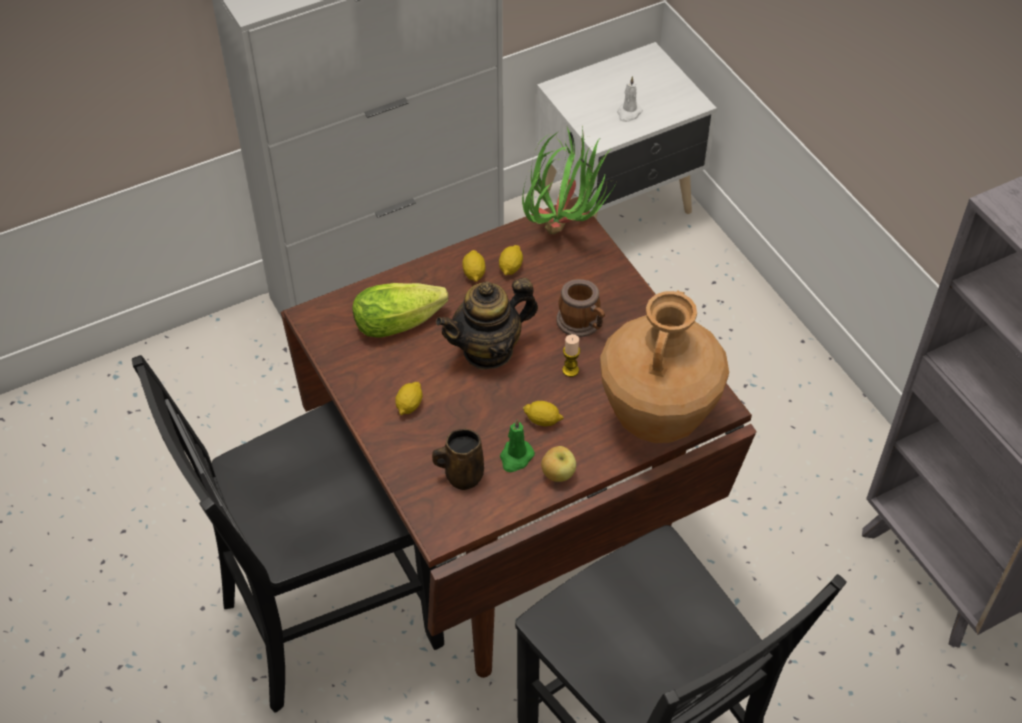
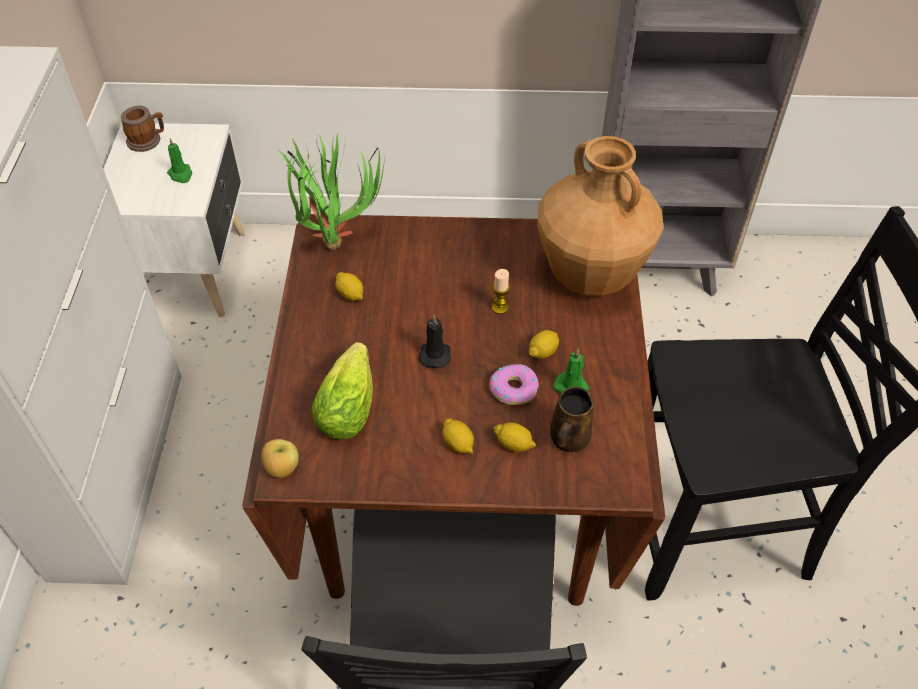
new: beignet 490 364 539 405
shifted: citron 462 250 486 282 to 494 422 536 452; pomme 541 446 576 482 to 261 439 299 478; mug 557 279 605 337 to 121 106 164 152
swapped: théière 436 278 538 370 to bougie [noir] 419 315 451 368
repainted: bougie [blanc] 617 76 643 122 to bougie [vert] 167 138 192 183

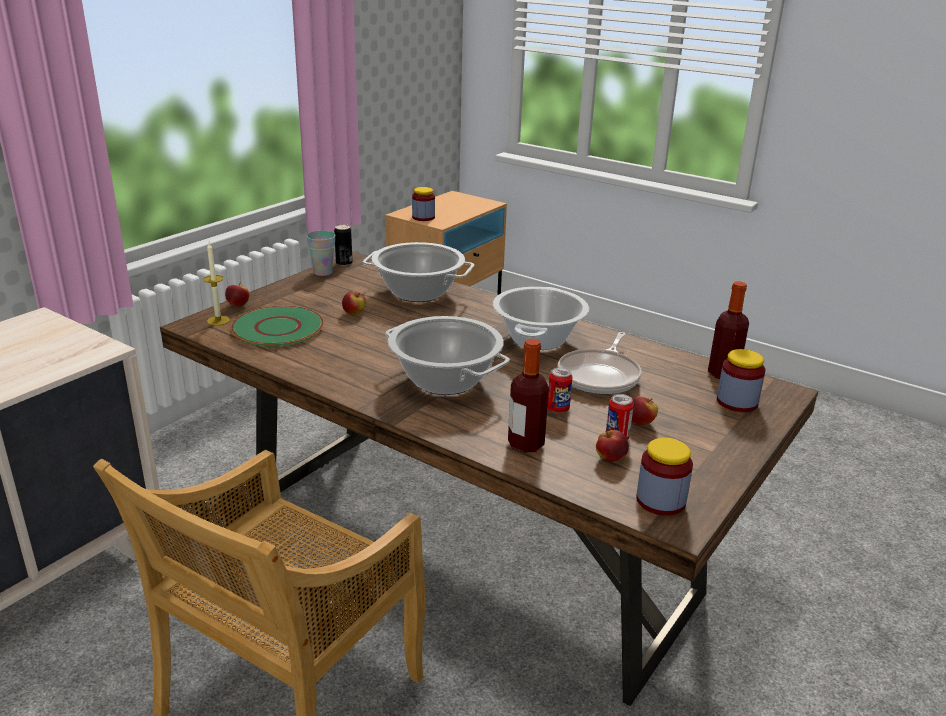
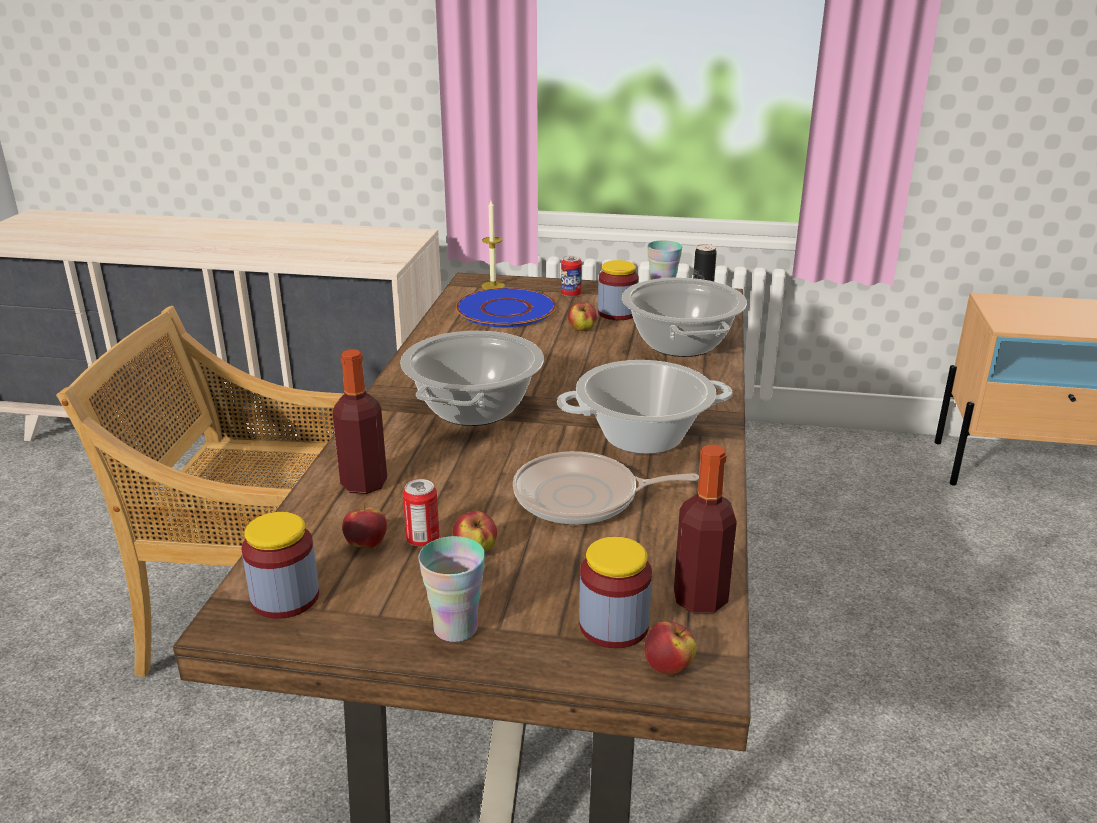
new: tasse 418 536 485 642
shifted: pomme 225 282 249 307 to 644 621 697 675; bocal 412 187 435 221 to 598 260 639 320; boîte métallique 547 367 572 413 to 561 255 582 298
repainted: assiette [vert] 231 306 324 347 to assiette [bleu] 456 288 557 327

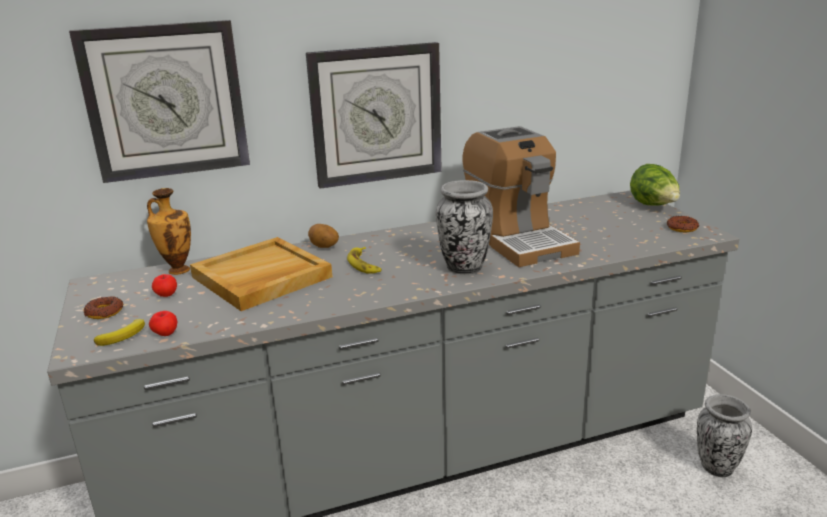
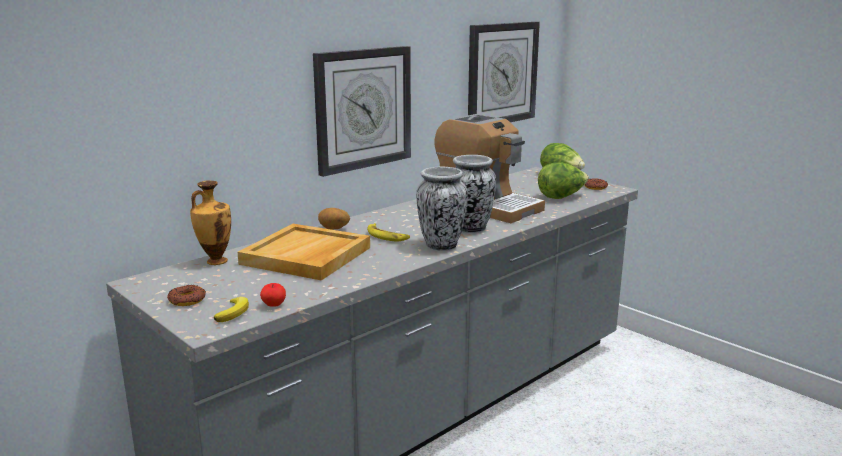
gone: pomme 152 274 177 297
new: laitue 538 162 589 199
shifted: horloge murale 69 20 250 183 to 468 22 540 122; vase 697 394 752 477 to 416 167 467 251

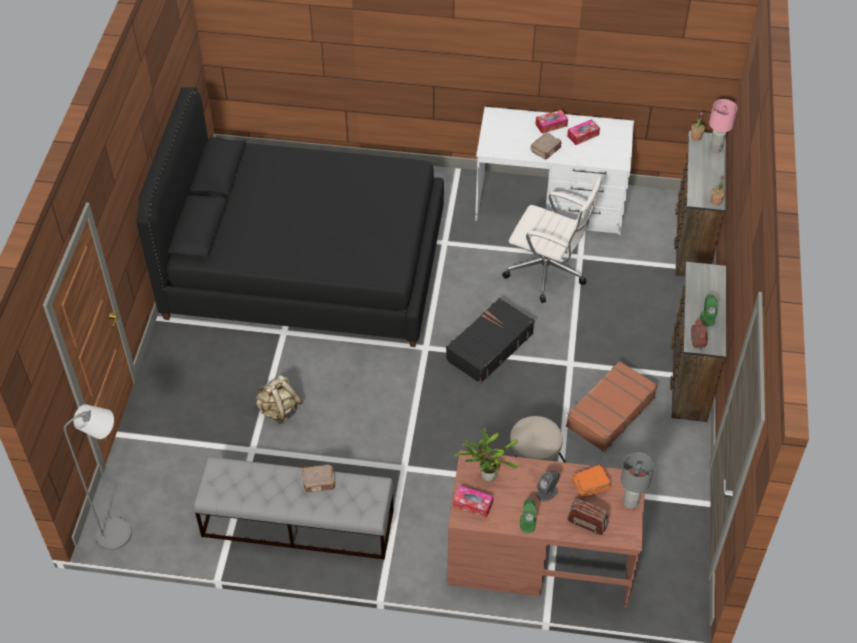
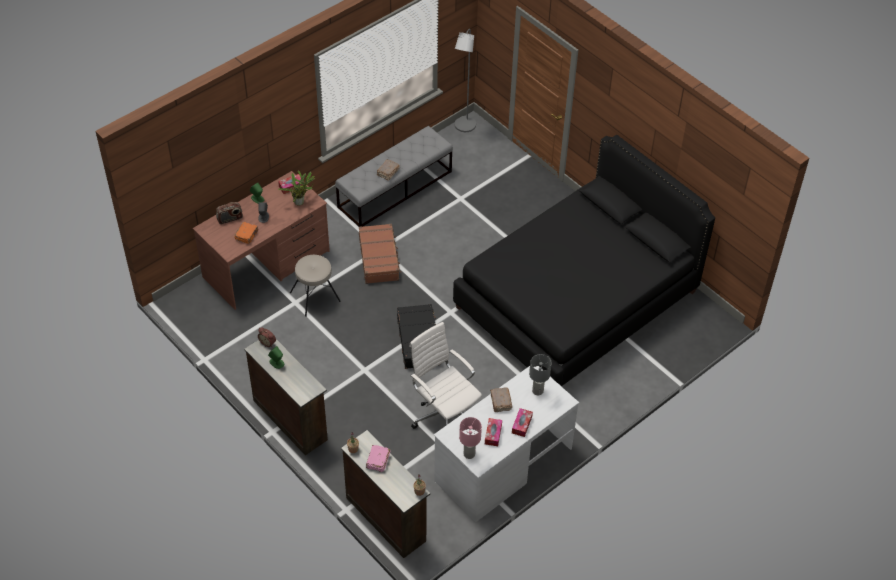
gone: sac à dos [beige] 255 375 302 424
new: livre [rose] 366 445 390 472
shifted: valise [marron] 566 361 658 452 to 359 224 401 284; lampe de table [gris] 621 452 654 509 to 529 354 552 395; lampe de table [rose] 709 99 737 153 to 459 417 482 459
rotated: chaise de bureau [blanc] 502 177 601 303 = 409 322 482 429 75 degrees clockwise

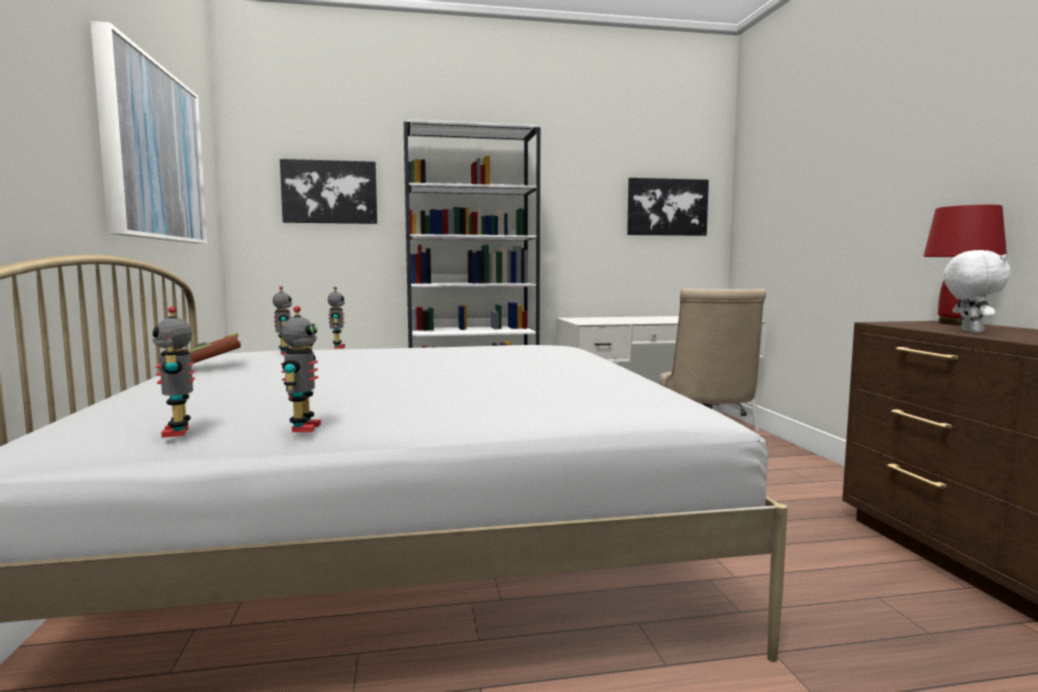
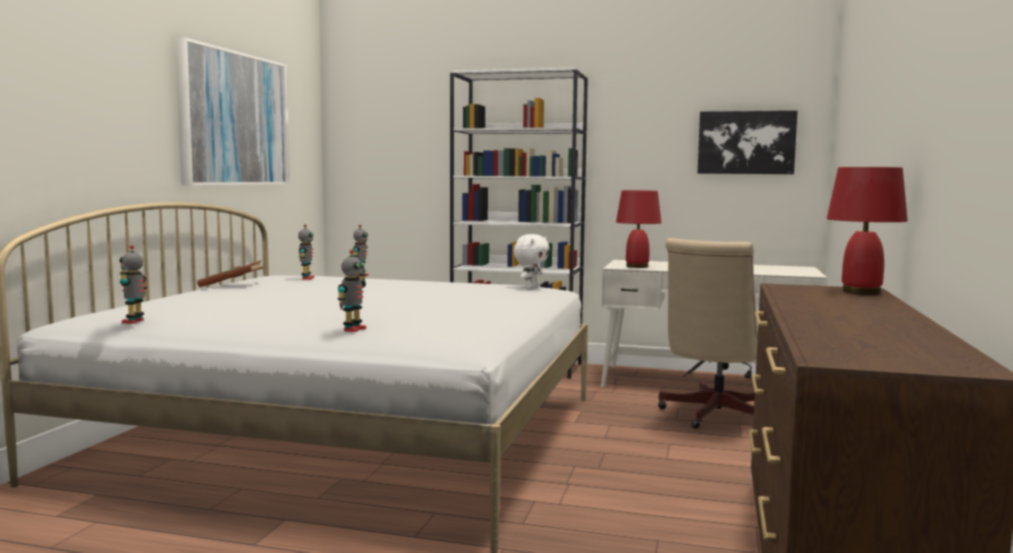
gone: tableau 280 159 377 224
new: lampe de table [rouge] 616 190 661 268
shifted: robot jouet 281 306 321 432 to 338 249 366 332; peluche [blanc] 943 250 1010 333 to 514 234 549 289

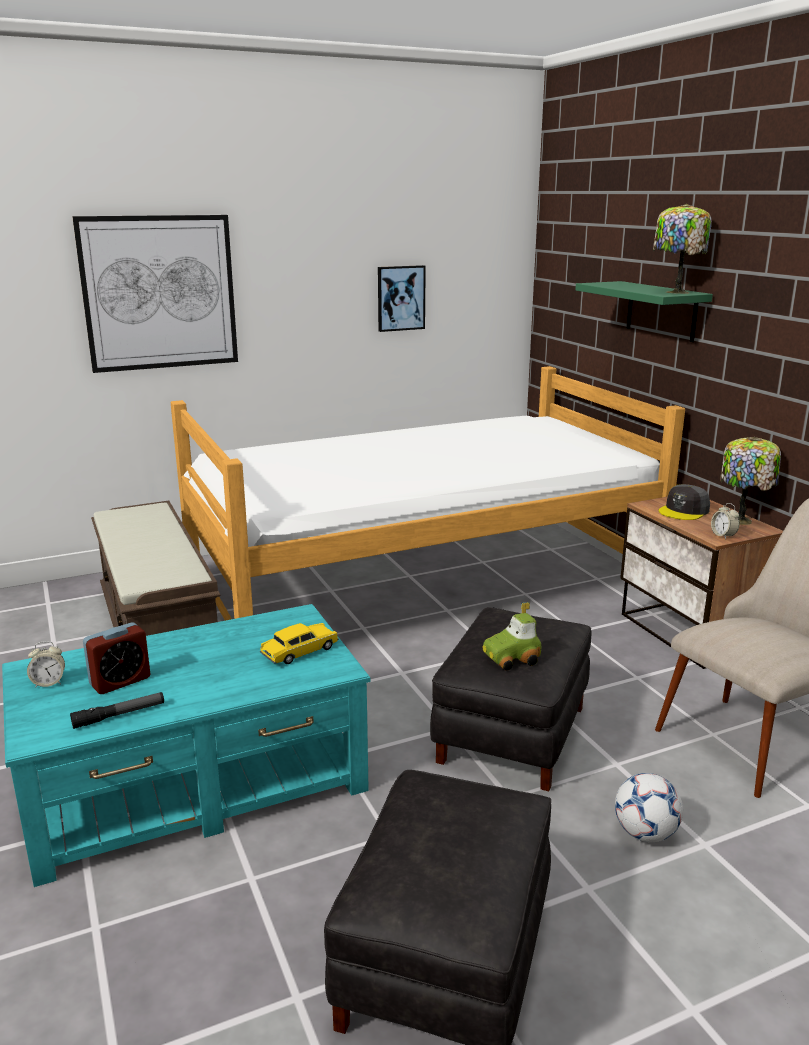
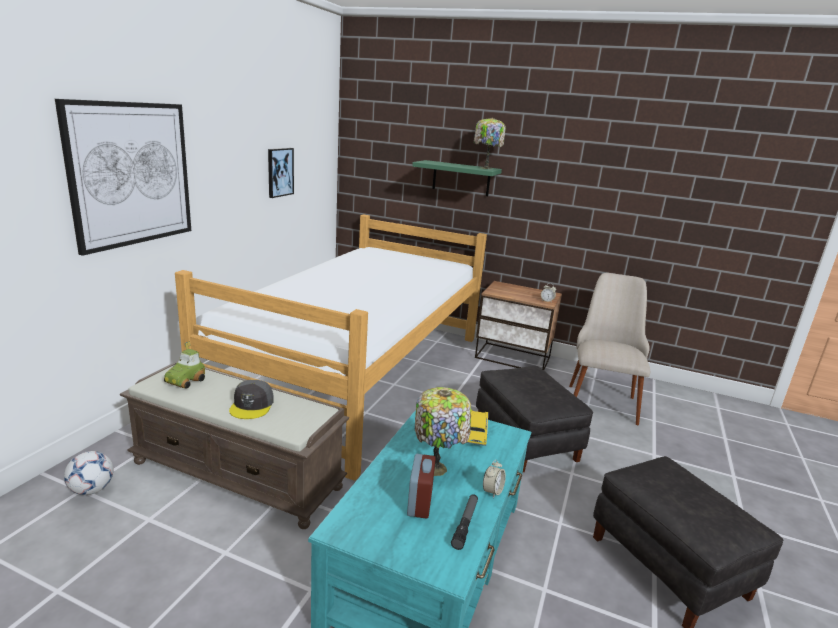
shifted: réveil 27 641 65 688 to 483 460 506 498; petite voiture 483 602 541 671 to 164 342 205 389; ballon de foot 615 773 683 842 to 64 451 113 495; casquette [gris] 659 484 710 520 to 229 380 274 419; lampe de table 720 437 781 525 to 415 387 471 476

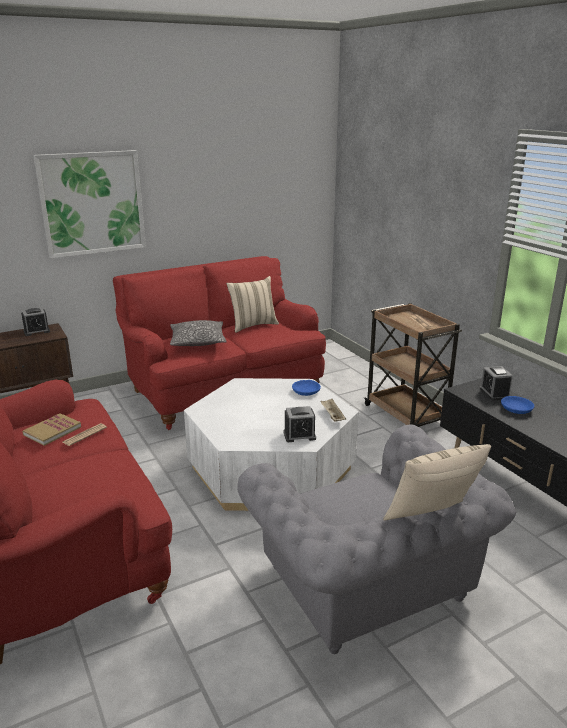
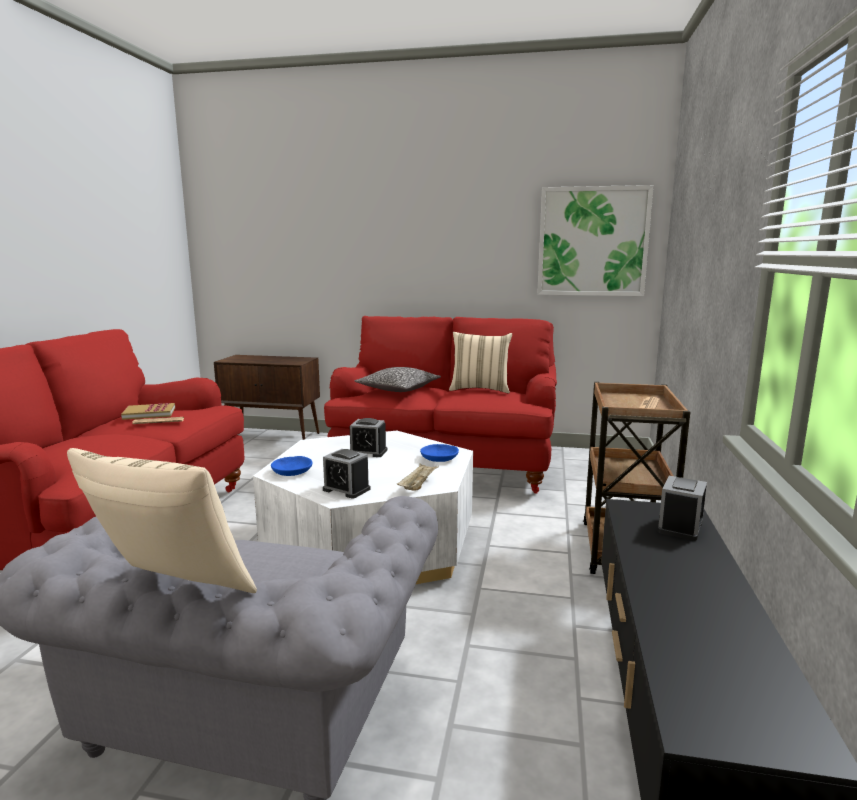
shifted: réveil 21 308 50 336 to 350 418 387 457; tableau 33 150 146 259 to 537 185 654 296; bol [bleu] 501 396 534 414 to 271 456 313 476

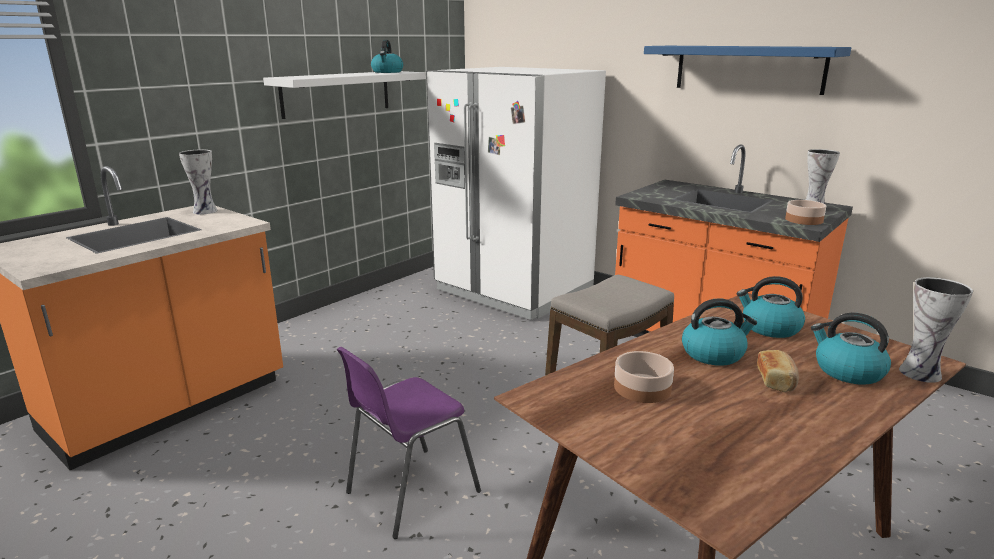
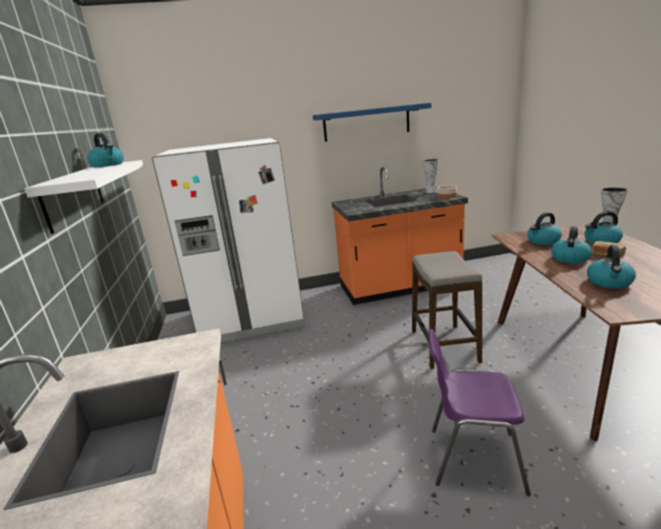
gone: vase 179 150 218 215
swapped: bol 614 351 674 403 to bouilloire 587 245 636 289
rotated: chaise [violet] 337 347 481 539 = 429 329 531 496 105 degrees clockwise

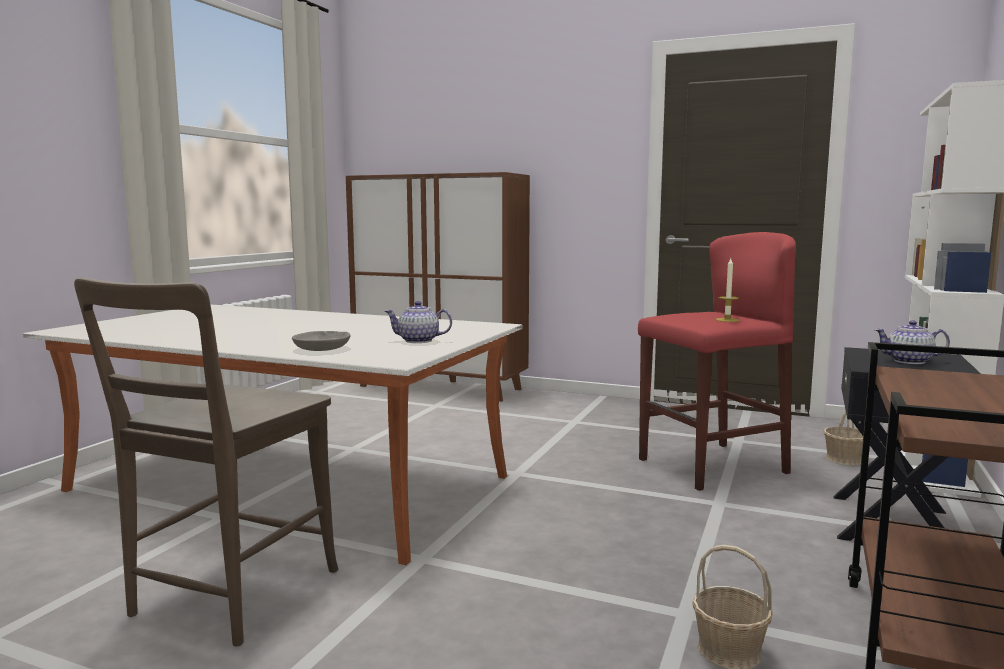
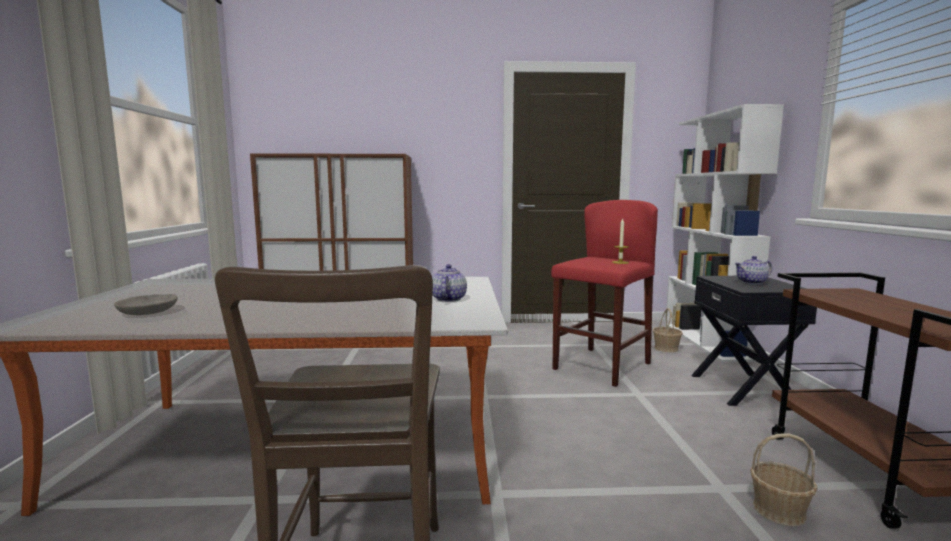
shifted: bol [gris] 292 331 351 351 to 114 294 178 315
rotated: théière 384 301 452 343 = 432 264 467 302 120 degrees clockwise

